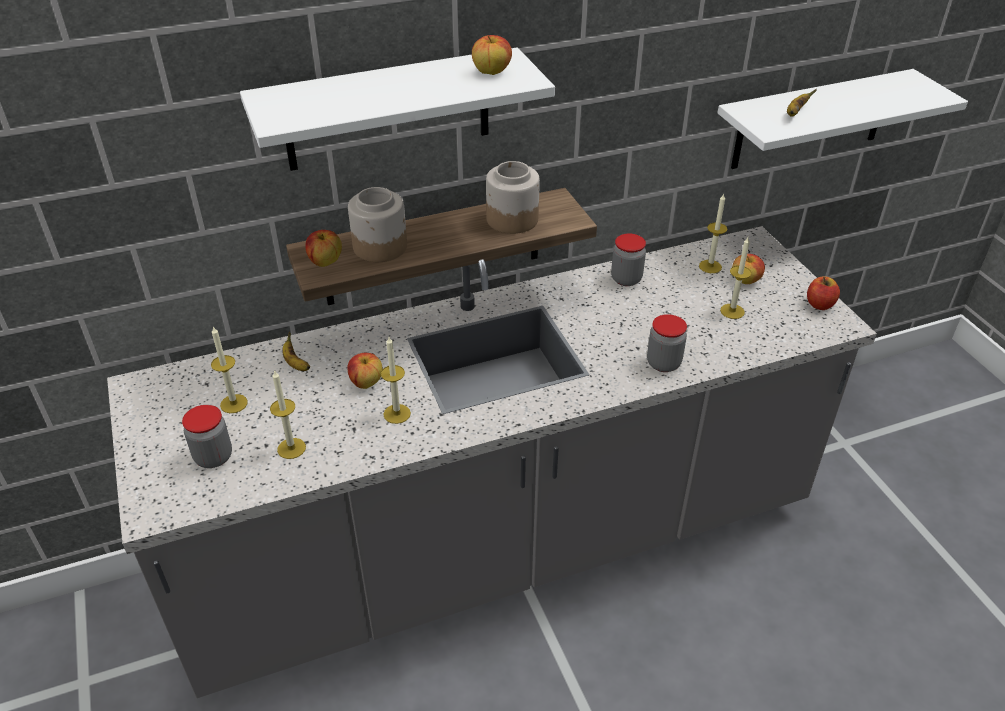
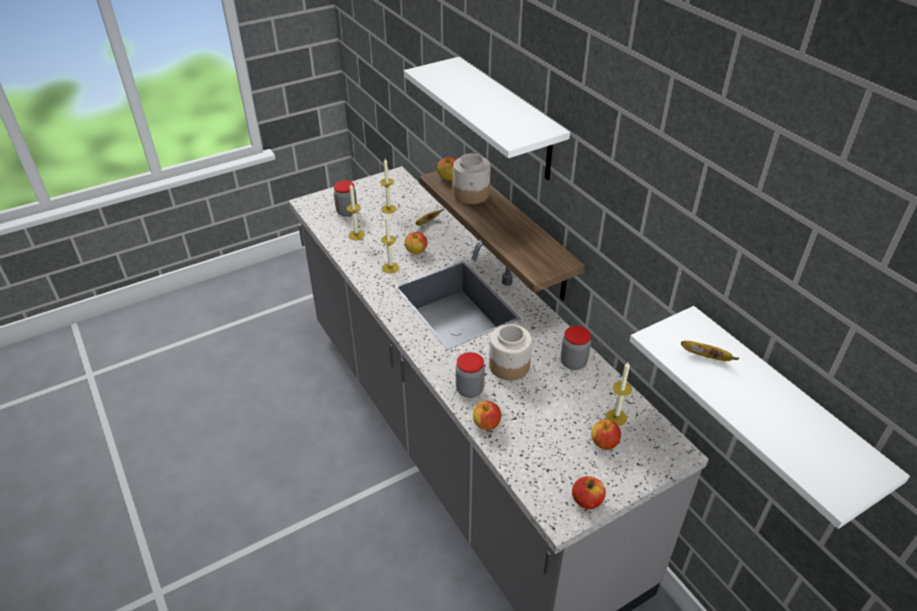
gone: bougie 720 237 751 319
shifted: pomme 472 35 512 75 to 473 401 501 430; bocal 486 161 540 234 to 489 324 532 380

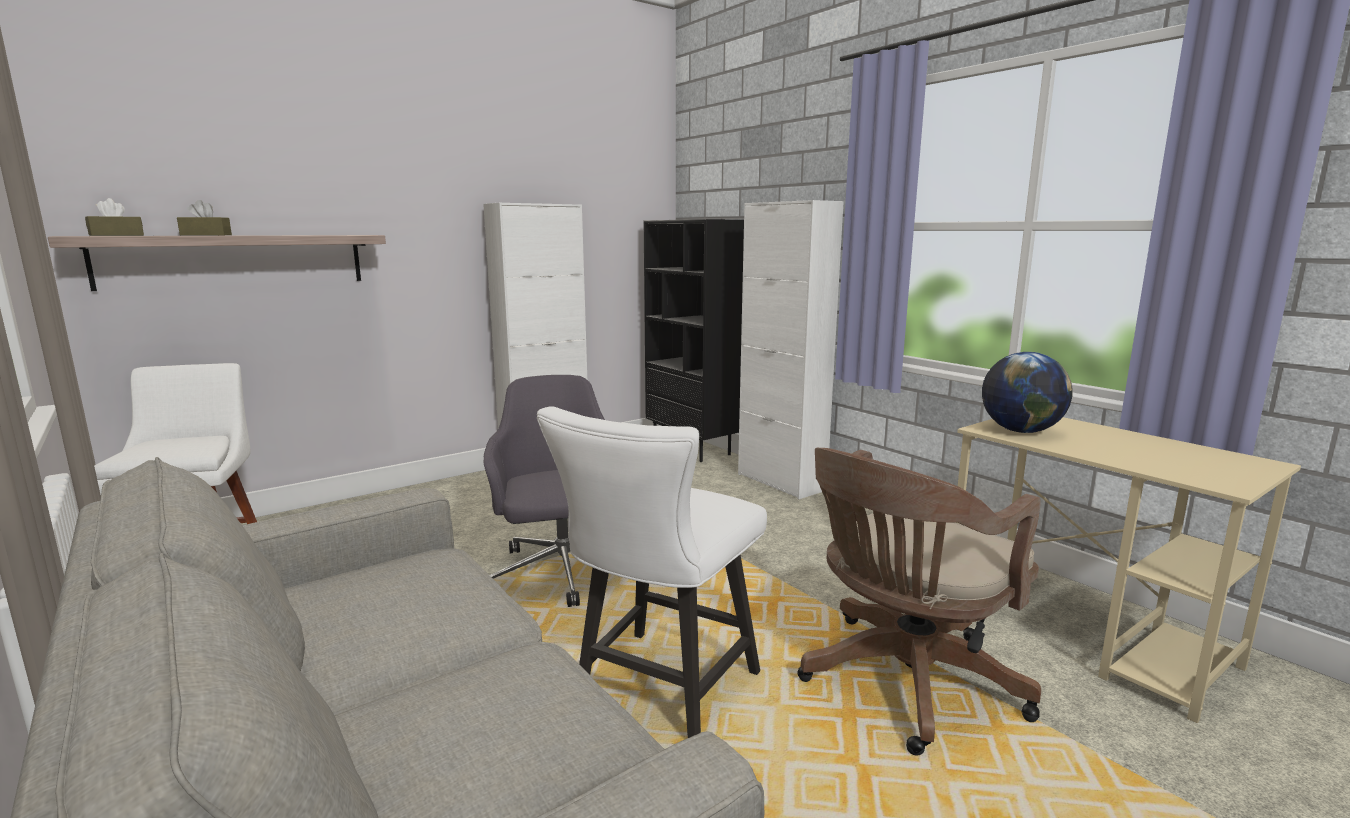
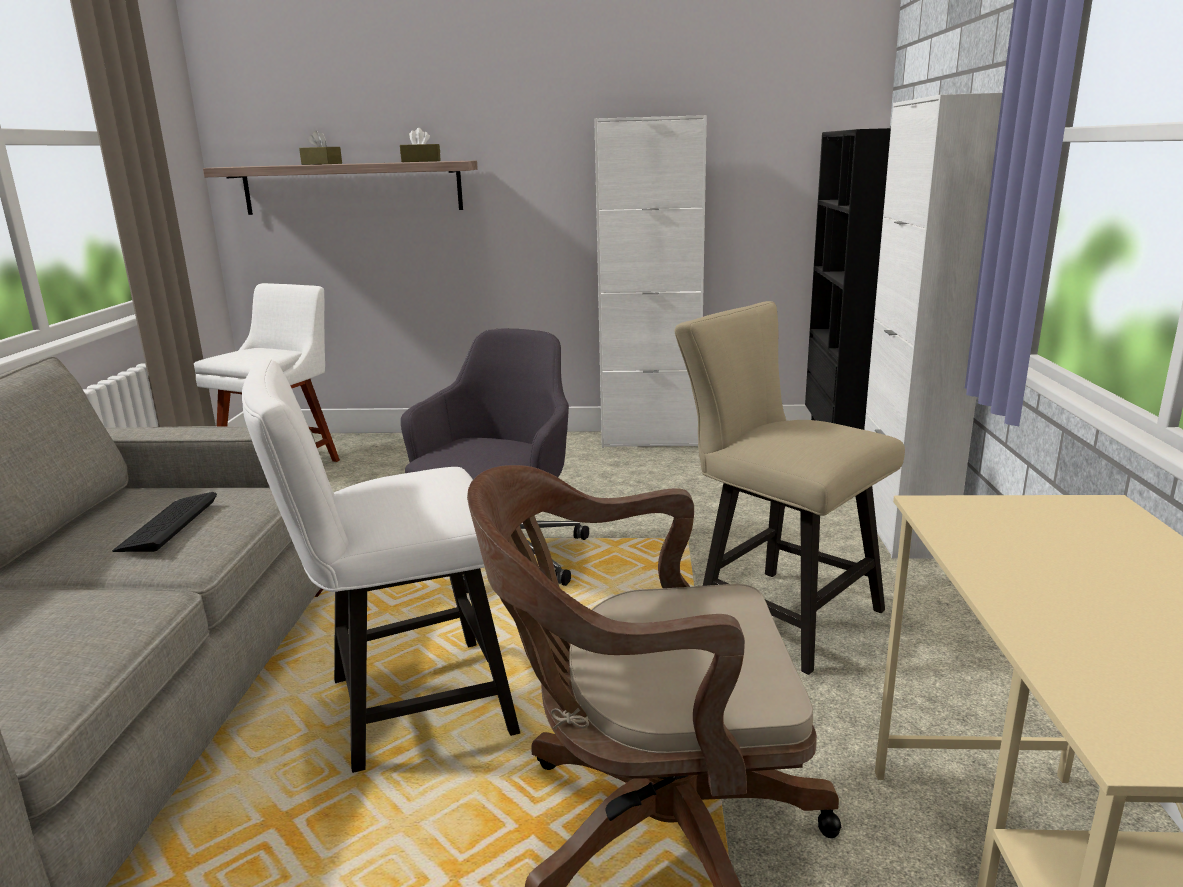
gone: globe 982 352 1073 433
new: clavier 112 492 217 552; chaise [beige] 675 301 905 675
shifted: boîte à mouchoirs [marron] 85 198 144 236 to 400 128 441 162

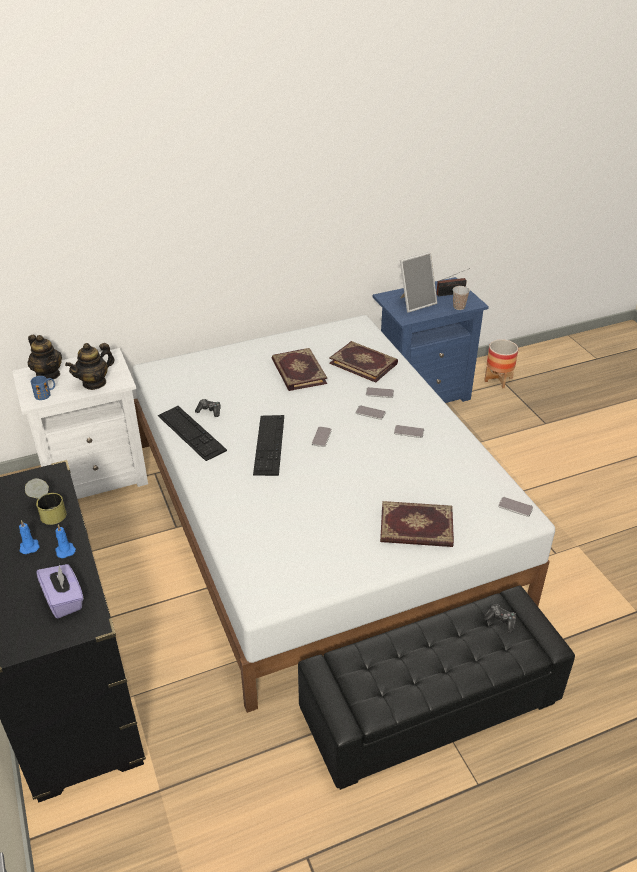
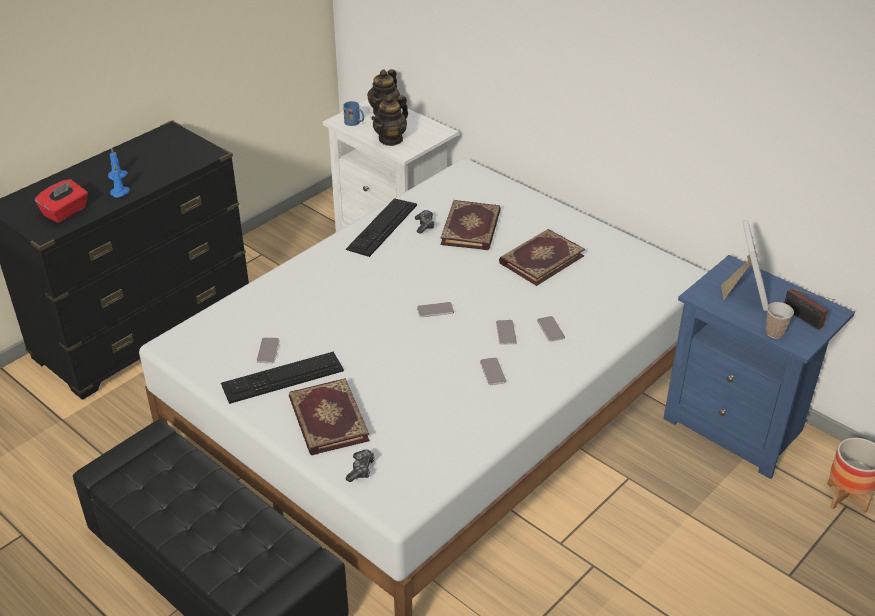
gone: boîte métallique 25 478 67 525
shifted: clavier 253 415 284 476 to 221 352 344 404; livre 329 341 398 383 to 441 200 501 250; manette 483 604 516 633 to 346 449 375 482; téléphone 498 497 533 517 to 257 337 280 363
repainted: boîte à mouchoirs [violet] 36 564 84 618 to boîte à mouchoirs [rouge] 35 179 88 223
rotated: théière 65 343 115 390 = 371 95 408 146 75 degrees counterclockwise; cadre photo 400 252 437 313 = 721 220 768 311 120 degrees counterclockwise

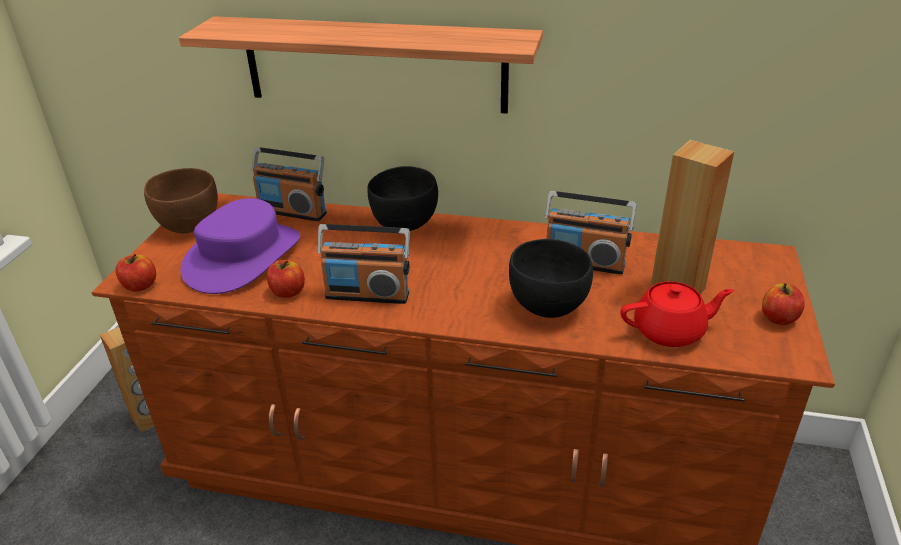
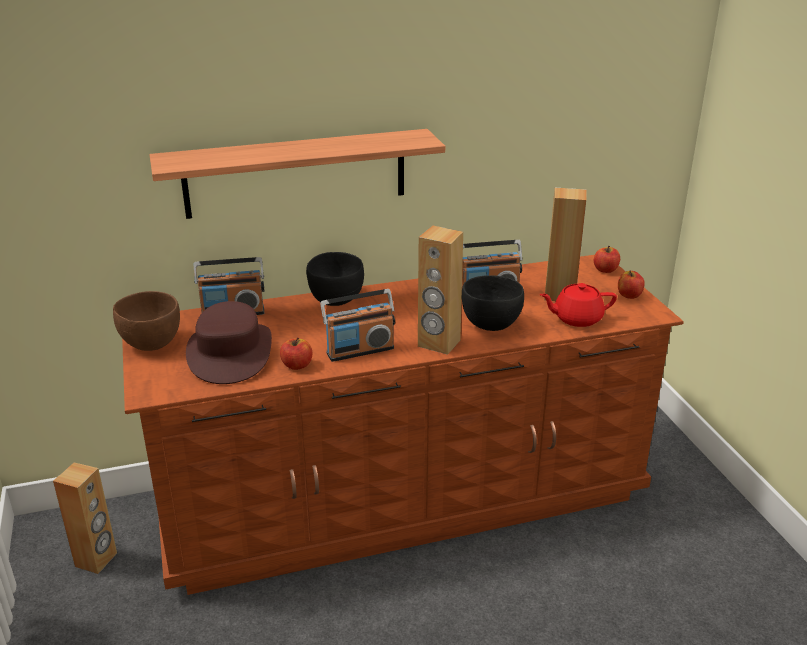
new: enceinte [marron] 418 226 463 355
shifted: pomme 115 254 156 292 to 594 246 620 273
repainted: chapeau [violet] 180 198 300 294 to chapeau [marron] 186 301 272 384
rotated: théière [rouge] 620 281 734 347 = 540 283 617 327 150 degrees counterclockwise

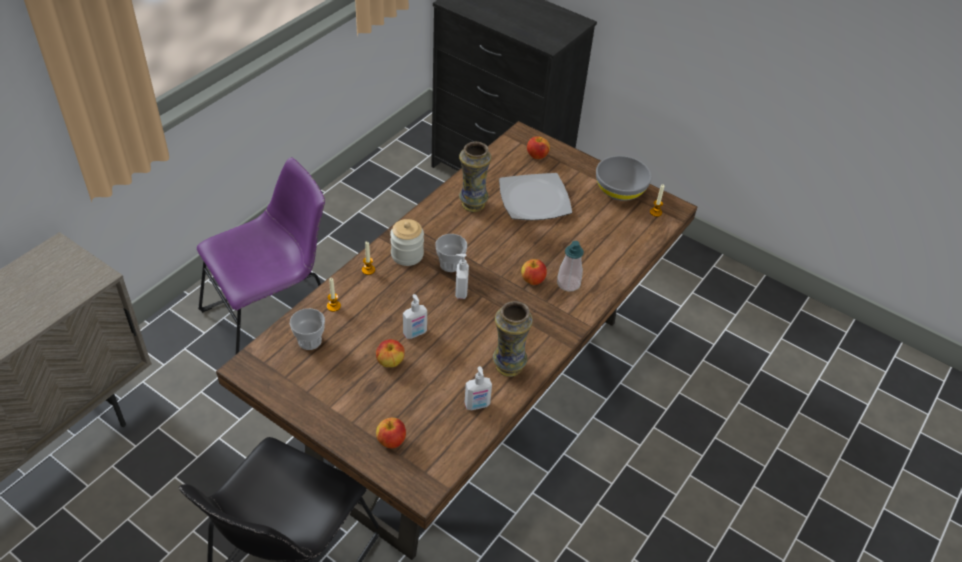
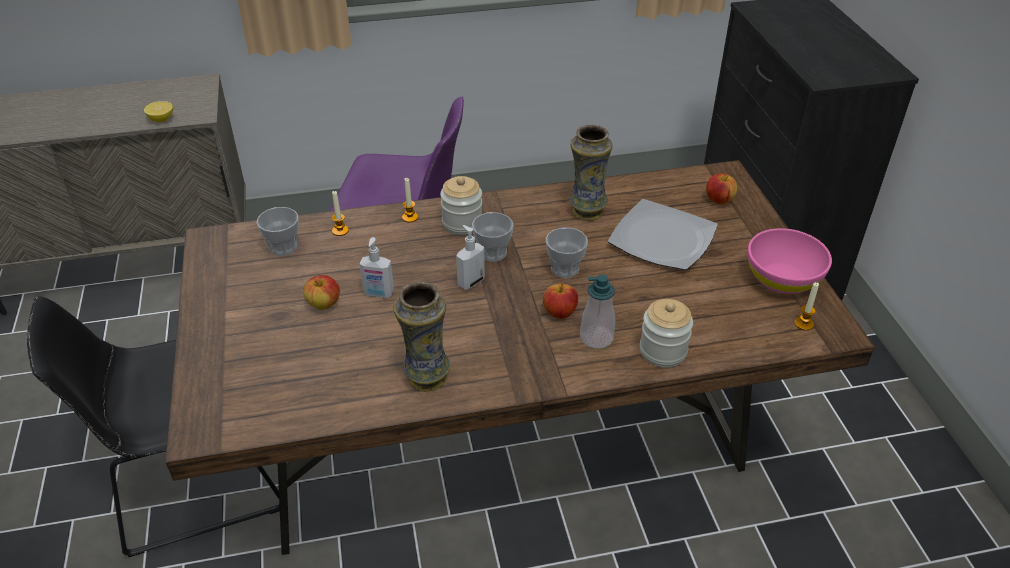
gone: pomme 376 418 406 448; distributeur de savon 464 366 492 410
new: citron 144 101 173 122; tasse 546 227 588 278; bocal 640 299 693 367
repainted: bol [gris] 596 156 652 201 to bol [rose] 748 228 832 294

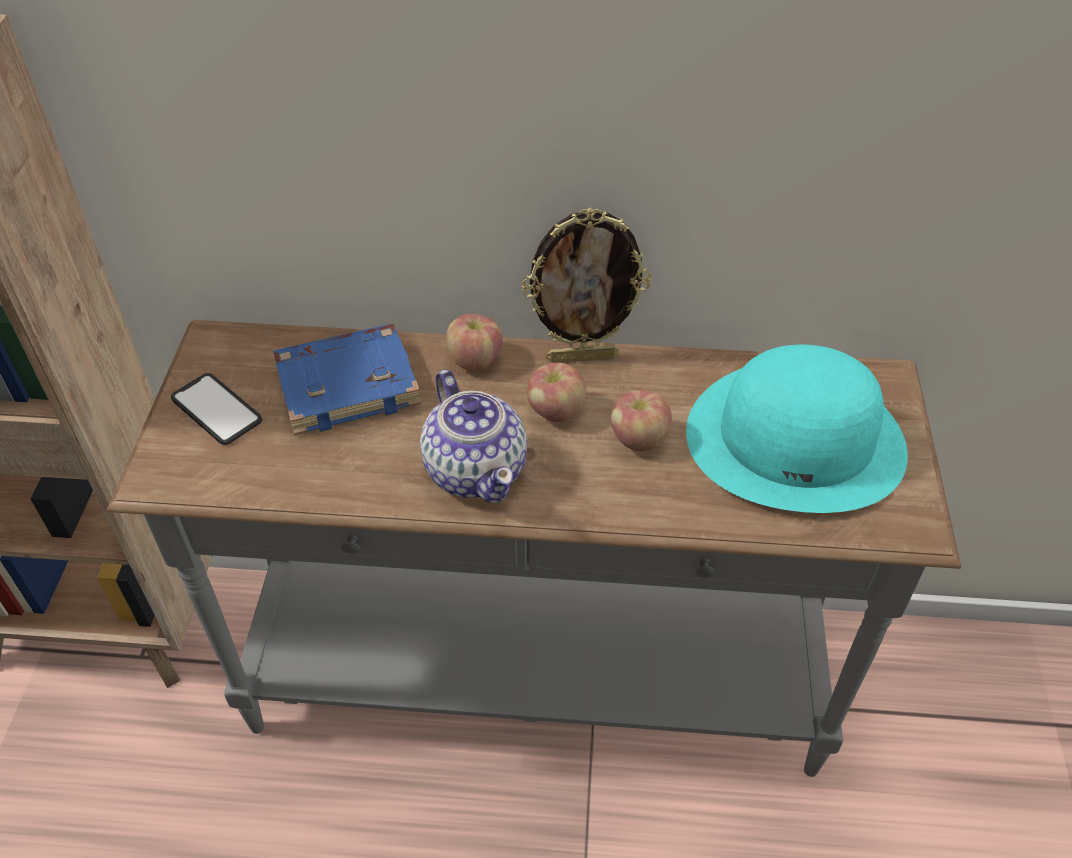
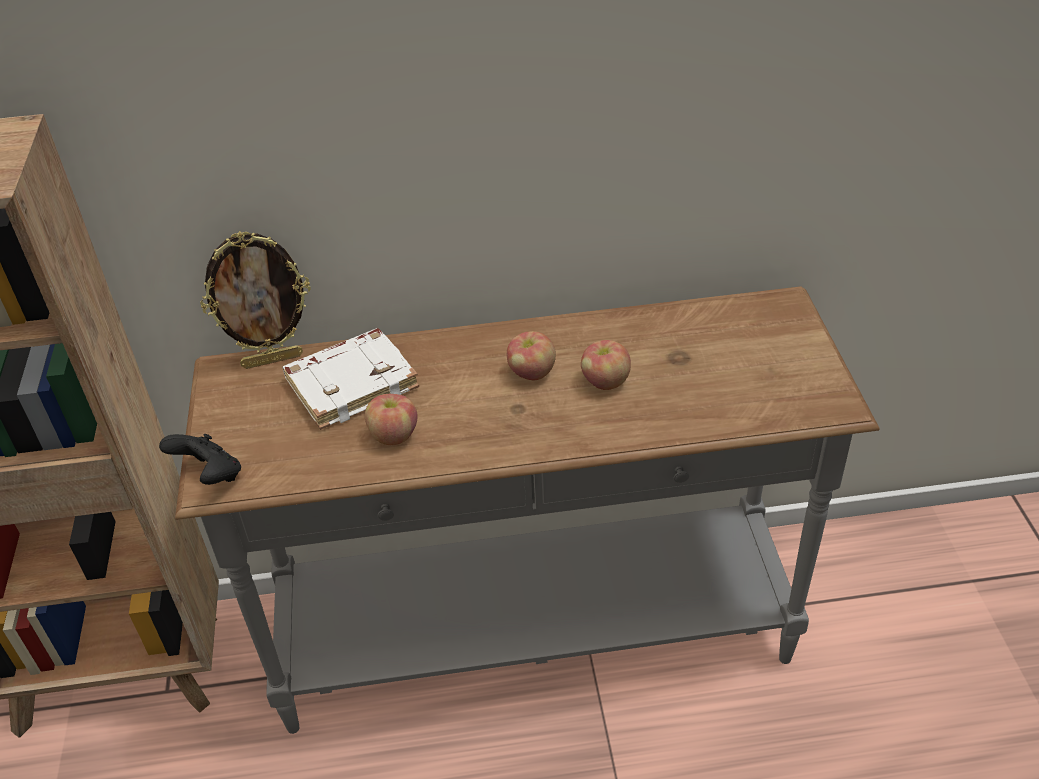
gone: téléphone 171 373 262 445; théière 420 369 527 503; chapeau [turquoise] 686 345 908 513
new: manette [noir] 159 434 241 485
shifted: pomme 446 314 503 371 to 365 394 417 445; cadre photo 522 208 651 363 to 200 231 311 369
repainted: livre [bleu] 273 324 421 435 to livre [blanc] 283 328 419 430

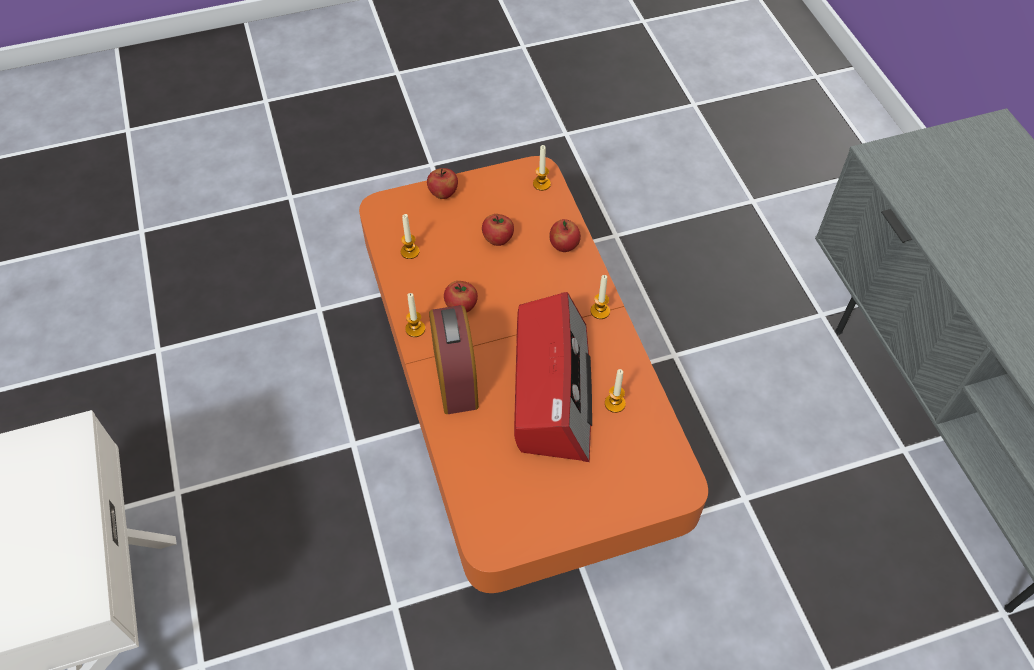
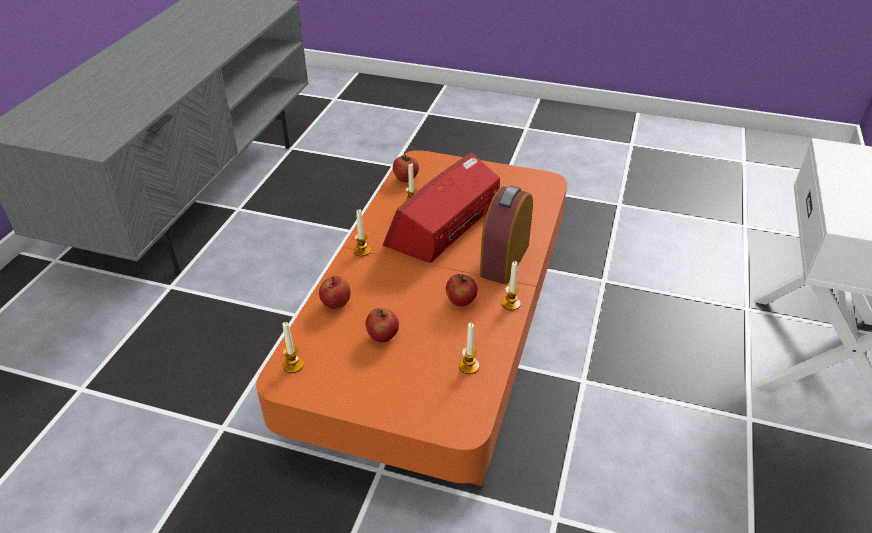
shifted: pomme 427 168 458 199 to 393 154 419 182

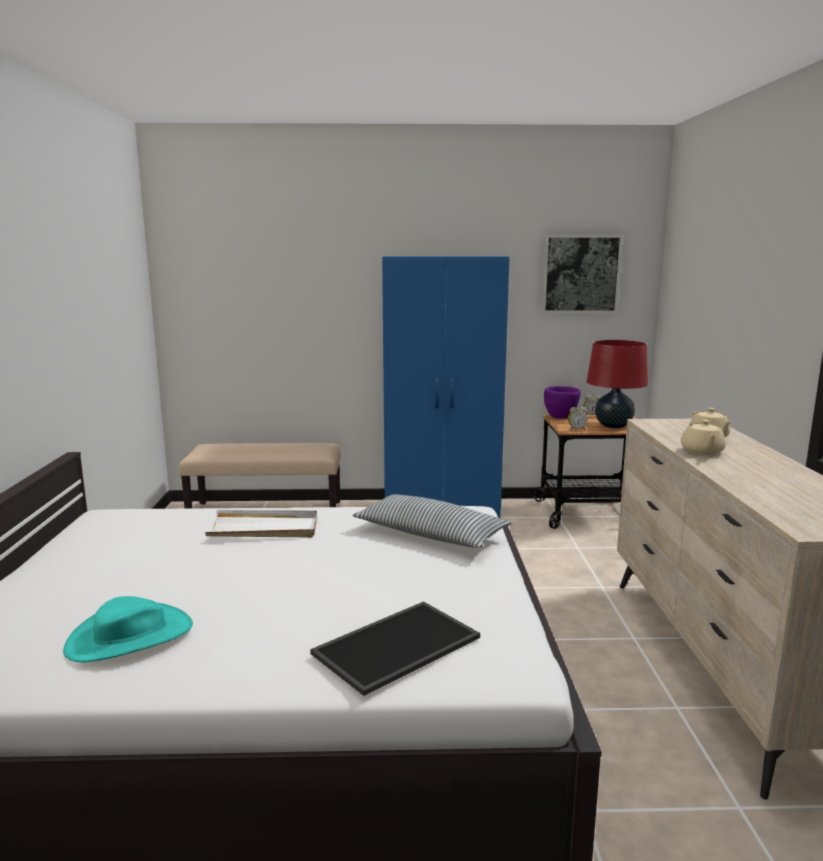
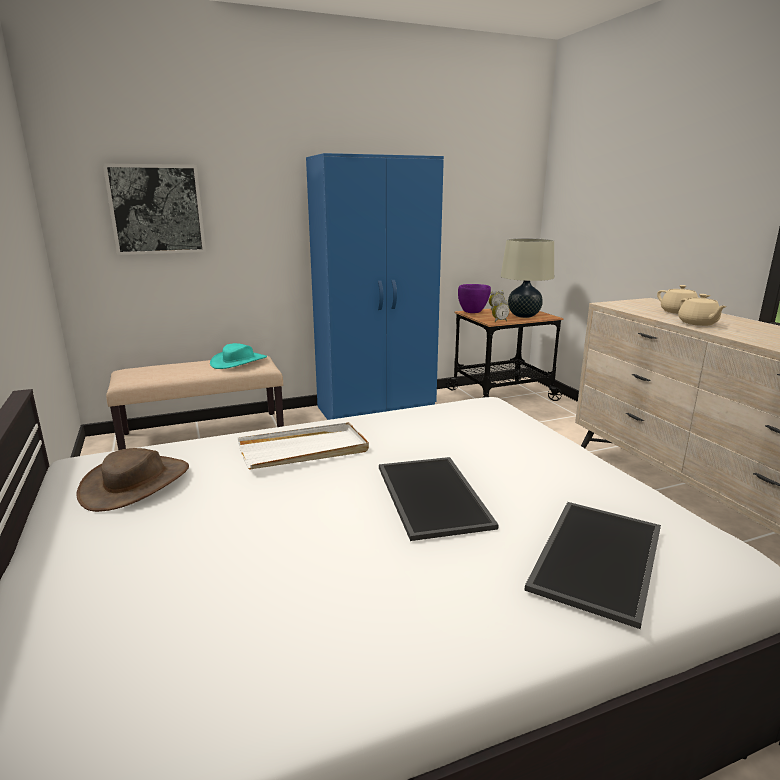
gone: coussin 352 494 511 548
new: chapeau [marron] 76 448 189 512; plateau 379 457 499 541
shifted: chapeau [turquoise] 63 596 193 662 to 210 343 267 369; tableau 541 235 623 313 to 103 163 206 255
repainted: lampe de table [rouge] 587 340 648 429 to lampe de table [beige] 501 238 554 318

